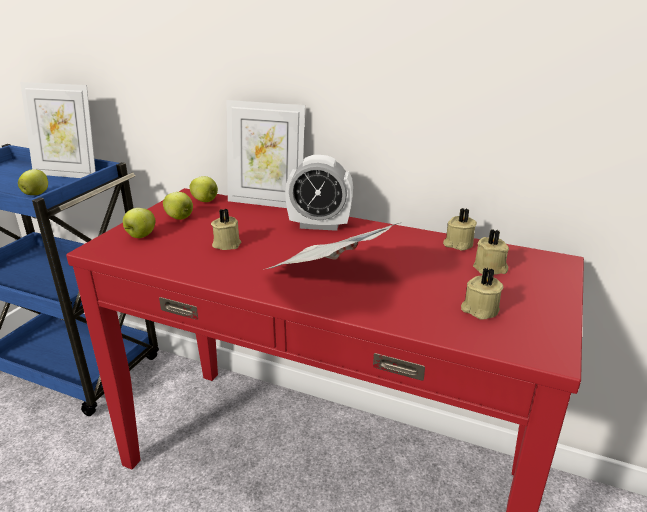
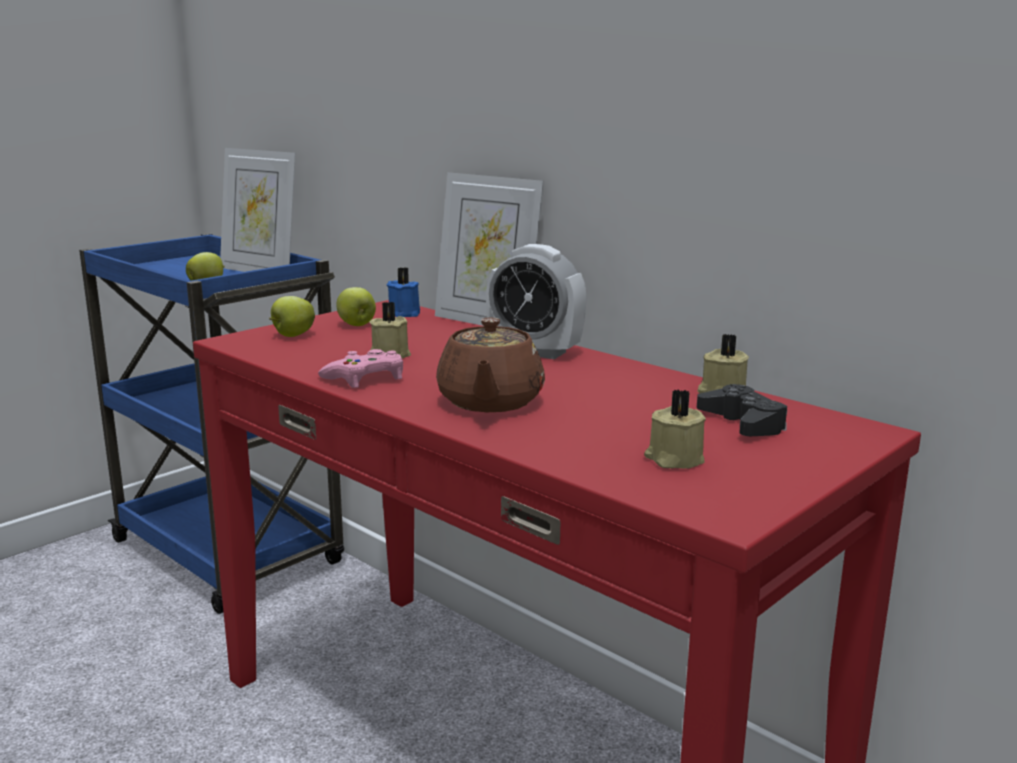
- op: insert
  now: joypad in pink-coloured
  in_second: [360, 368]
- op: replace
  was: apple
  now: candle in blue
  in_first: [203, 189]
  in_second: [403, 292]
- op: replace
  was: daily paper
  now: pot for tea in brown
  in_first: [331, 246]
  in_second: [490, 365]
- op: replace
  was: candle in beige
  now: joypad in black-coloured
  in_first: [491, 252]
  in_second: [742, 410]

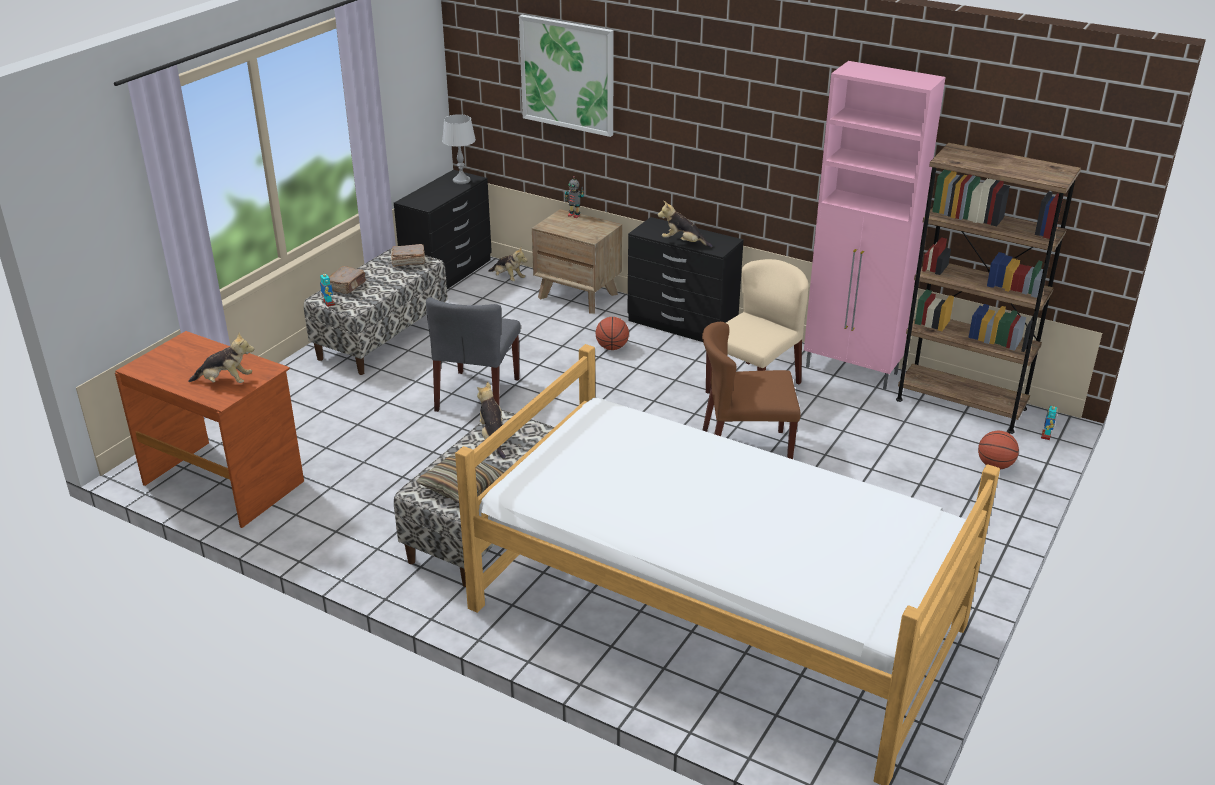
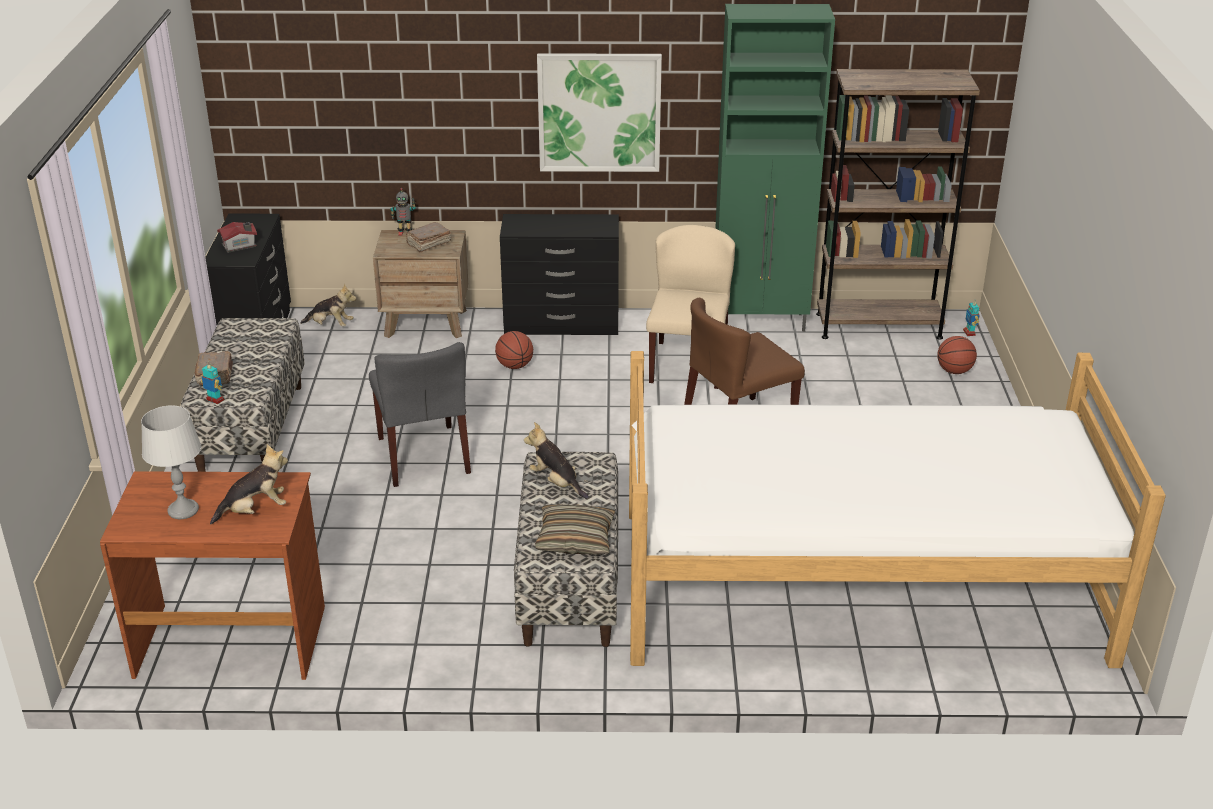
- op: move
  was: lamp for a table in gray
  in_first: [459, 149]
  in_second: [171, 462]
- op: insert
  now: miniature house
  in_second: [237, 237]
- op: move
  was: book in brown
  in_first: [408, 255]
  in_second: [428, 237]
- op: move
  was: wall picture
  in_first: [566, 76]
  in_second: [599, 112]
- op: recolor
  was: cupboard in pink-coloured
  now: cupboard in green-coloured
  in_first: [875, 225]
  in_second: [775, 168]
- op: delete
  was: plush toy
  in_first: [685, 224]

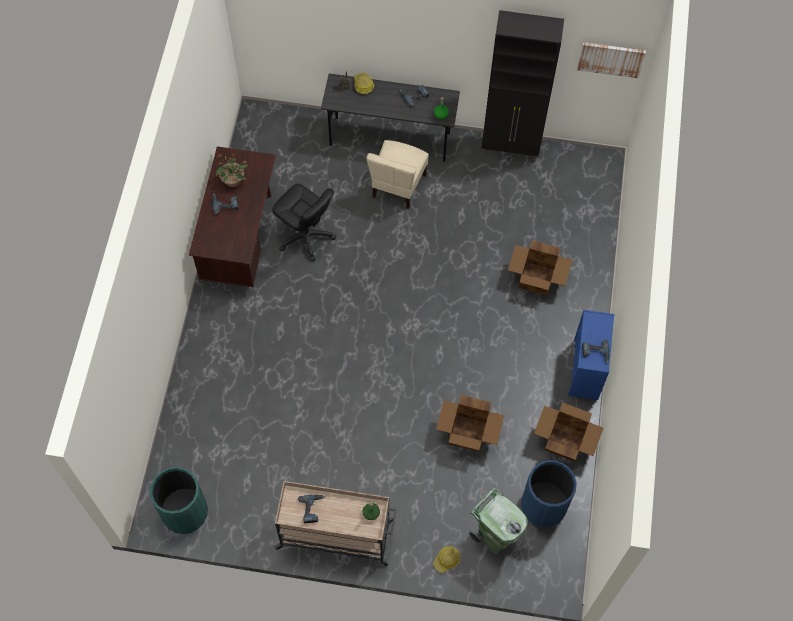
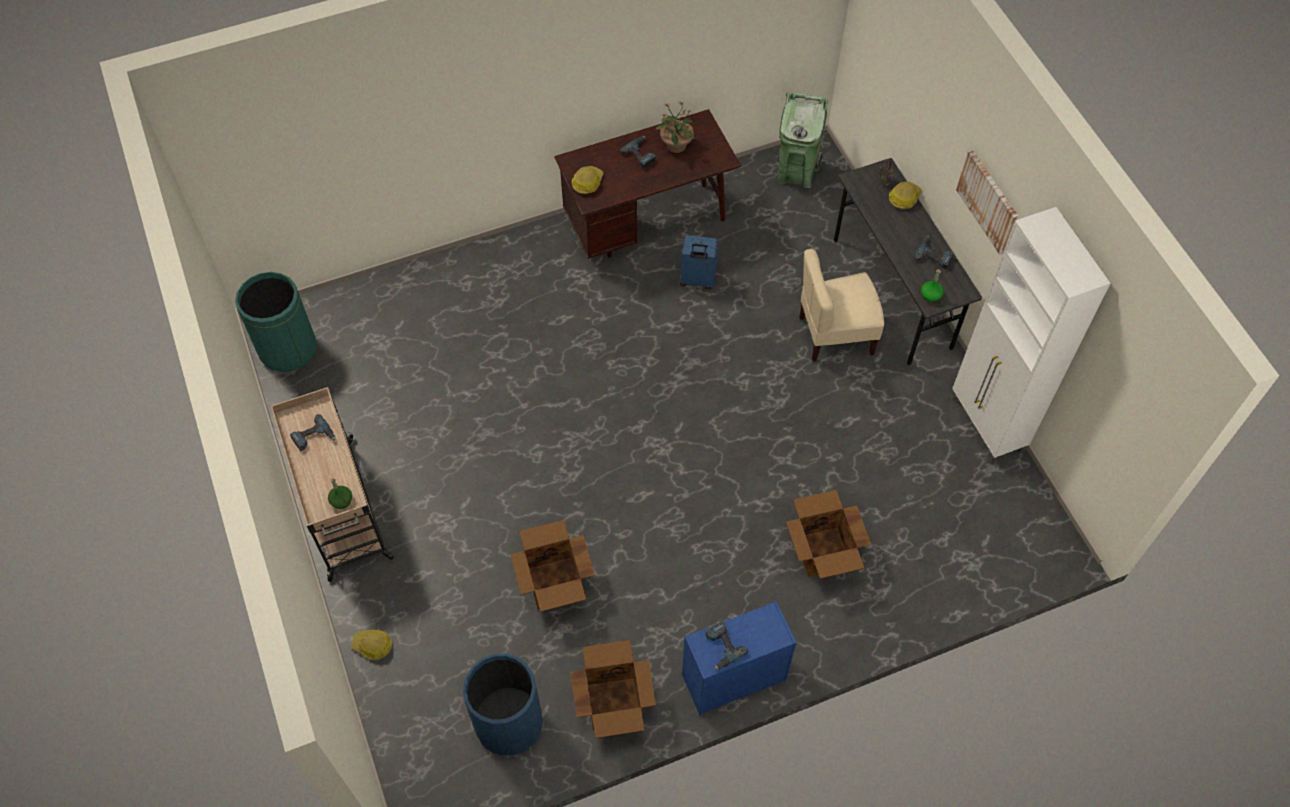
- op: insert
  now: safety helmet
  in_second: [587, 180]
- op: replace
  was: office chair in black-coloured
  now: suitcase in blue
  in_first: [304, 223]
  in_second: [699, 262]
- op: move
  was: waste bin in green-coloured
  in_first: [498, 521]
  in_second: [802, 141]
- op: recolor
  was: cupboard in black-coloured
  now: cupboard in whitish
  in_first: [522, 86]
  in_second: [1031, 335]
- op: move
  was: wall picture
  in_first: [611, 60]
  in_second: [987, 202]

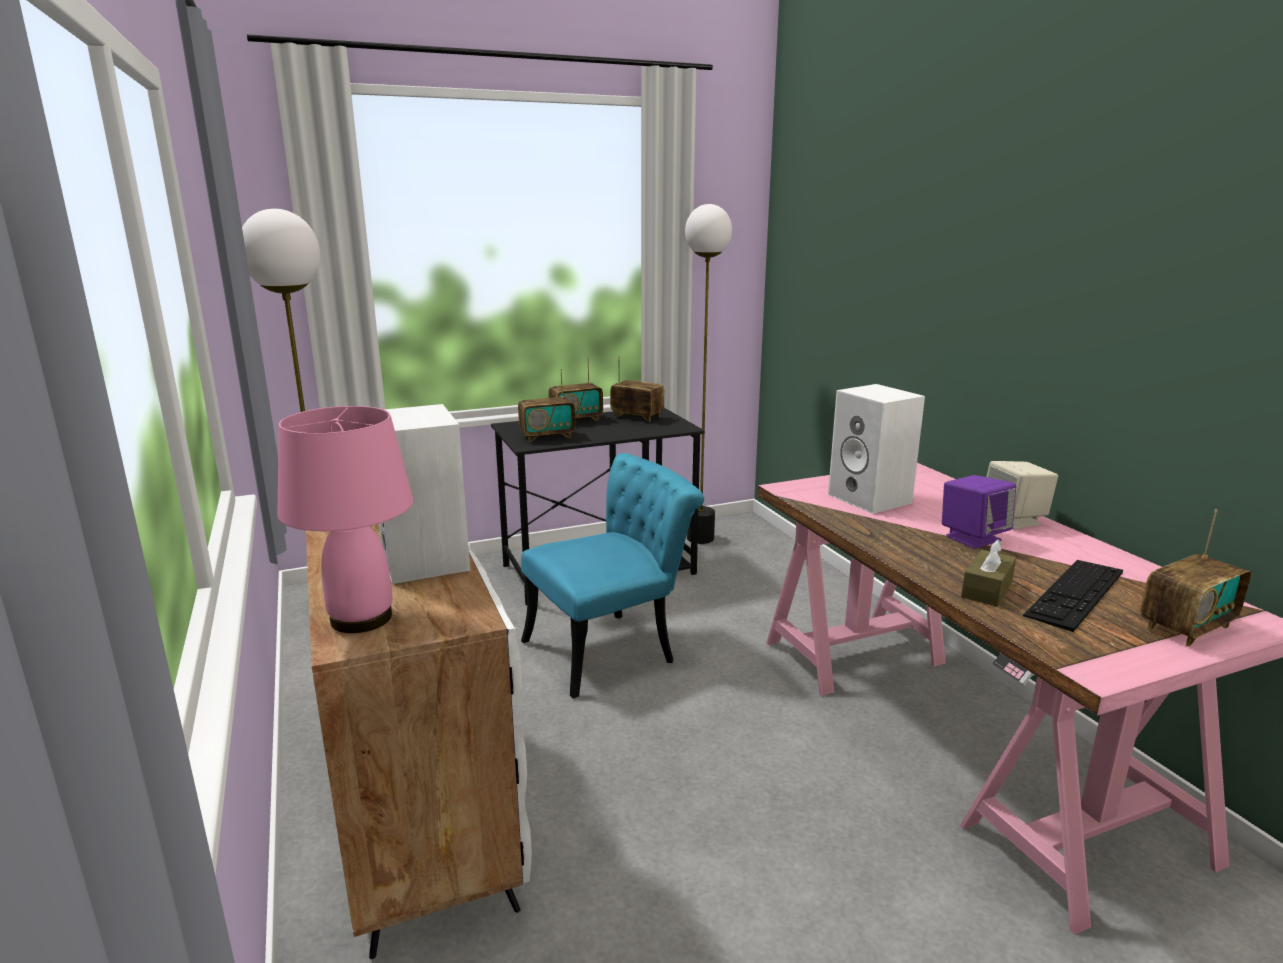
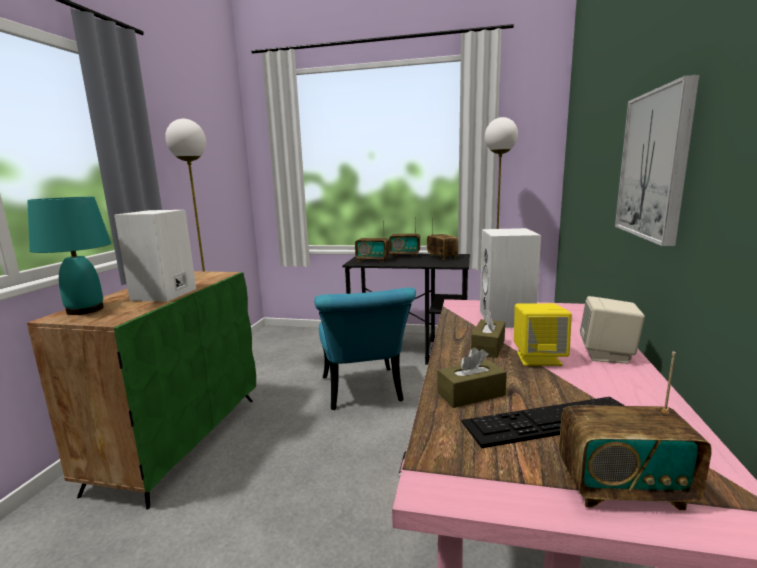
- op: recolor
  was: lamp for a table in pink-coloured
  now: lamp for a table in turquoise
  in_first: [345, 519]
  in_second: [69, 256]
- op: recolor
  was: cupboard in whitish
  now: cupboard in green-coloured
  in_first: [419, 741]
  in_second: [141, 390]
- op: rotate
  was: upright chair in turquoise
  in_first: [612, 575]
  in_second: [365, 348]
  clockwise: 75
- op: insert
  now: tissue holder in brown
  in_second: [488, 333]
- op: recolor
  was: speaker in purplish
  now: speaker in yellow
  in_first: [979, 512]
  in_second: [543, 334]
- op: insert
  now: wall picture
  in_second: [657, 160]

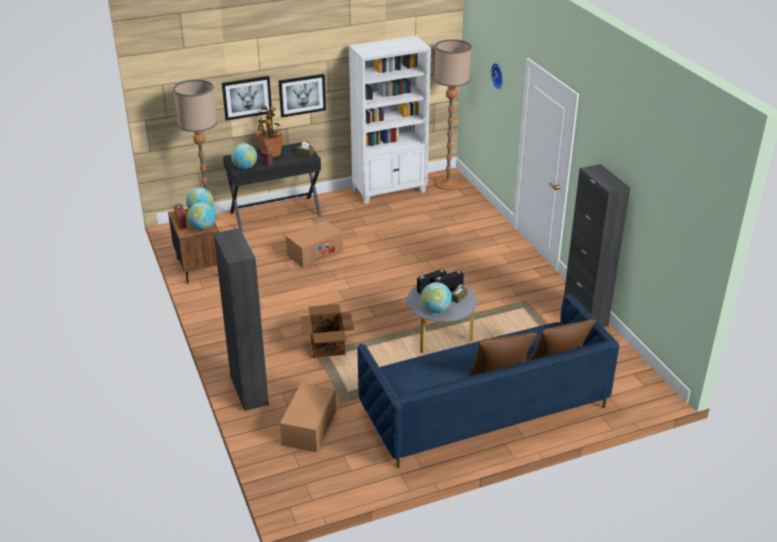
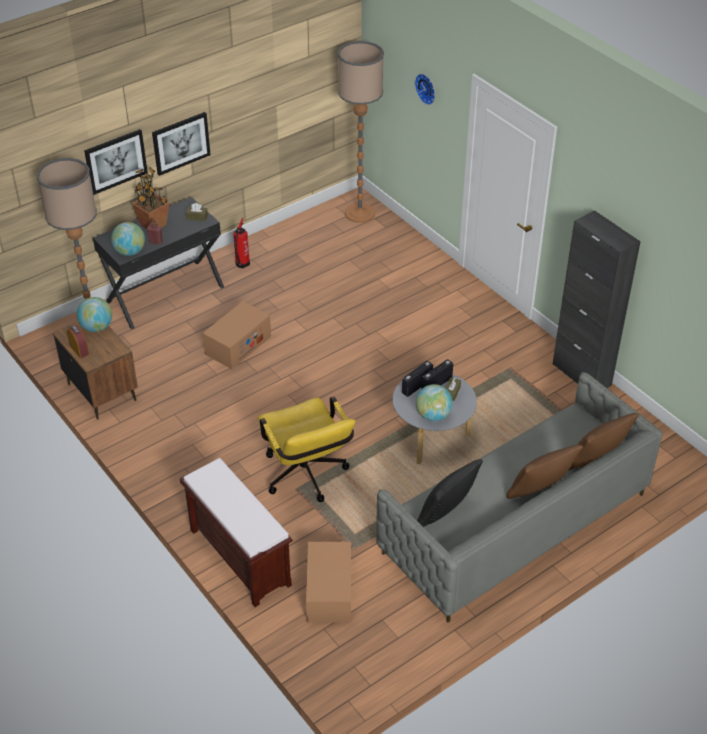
- op: replace
  was: cupboard in black-coloured
  now: bench in brown
  in_first: [241, 319]
  in_second: [236, 532]
- op: insert
  now: fire-fighting cylinder
  in_second: [241, 243]
- op: replace
  was: packing box
  now: office chair in yellow
  in_first: [327, 331]
  in_second: [307, 449]
- op: recolor
  was: settee in blue
  now: settee in gray
  in_first: [488, 380]
  in_second: [519, 497]
- op: insert
  now: throw pillow in black-coloured
  in_second: [450, 493]
- op: delete
  was: globe
  in_first: [201, 216]
- op: delete
  was: shelving unit in whitish
  in_first: [390, 120]

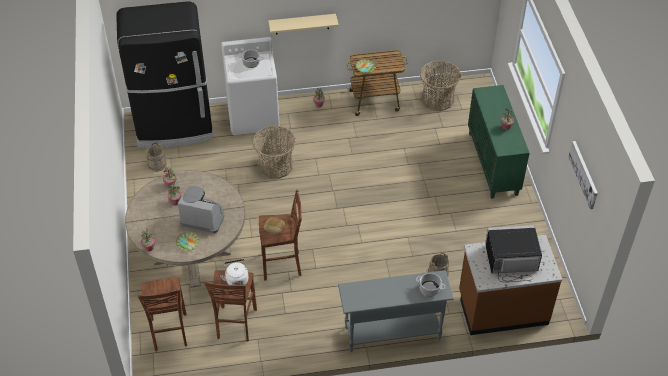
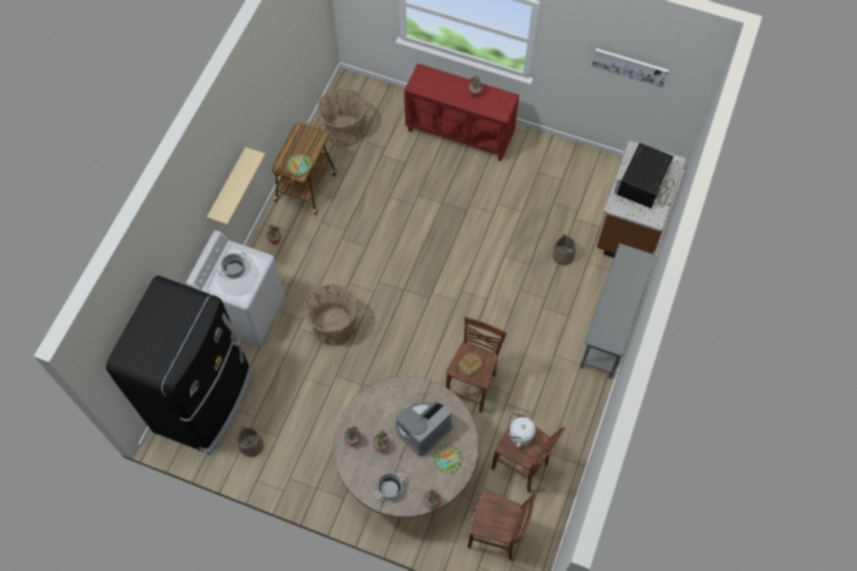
- op: move
  was: stockpot
  in_first: [431, 284]
  in_second: [389, 486]
- op: recolor
  was: cupboard in green-coloured
  now: cupboard in red
  in_first: [499, 142]
  in_second: [461, 112]

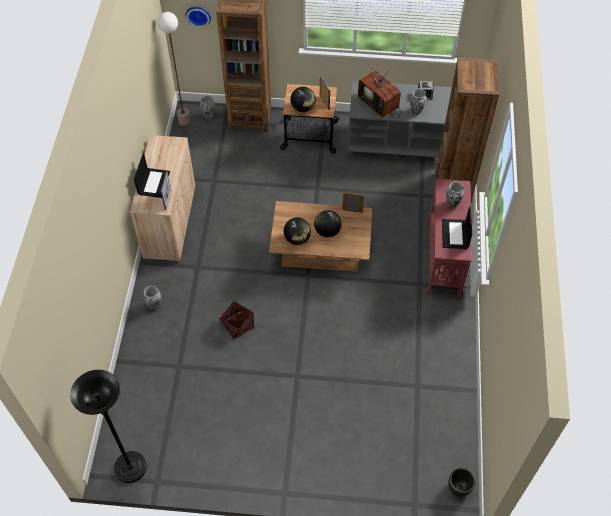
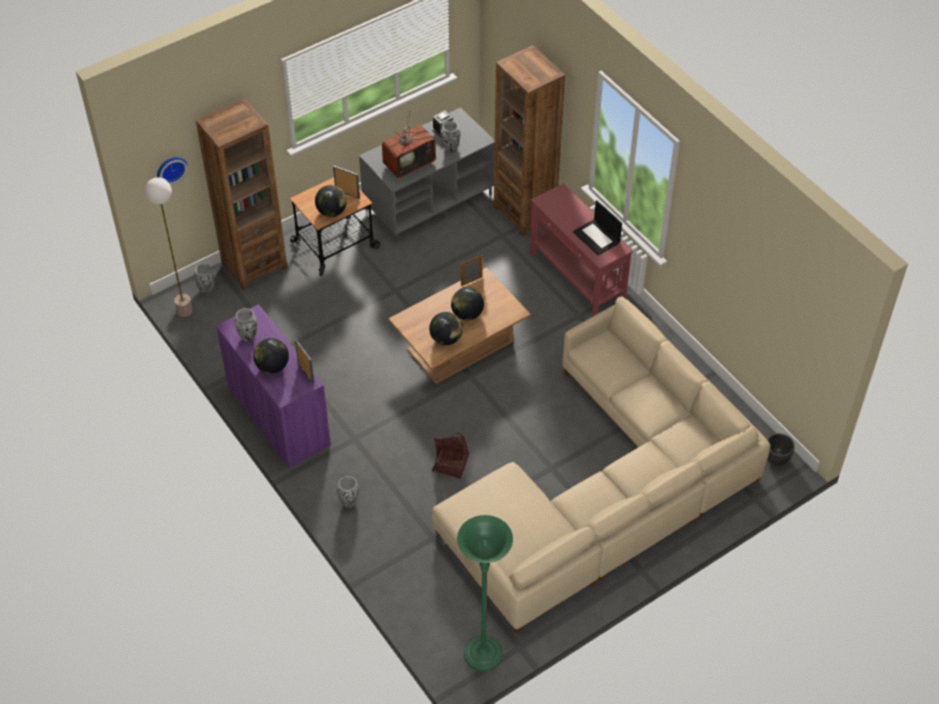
- op: recolor
  was: cupboard in beige
  now: cupboard in purplish
  in_first: [162, 198]
  in_second: [273, 386]
- op: move
  was: decorative vase
  in_first: [455, 194]
  in_second: [246, 325]
- op: replace
  was: laptop
  now: globe
  in_first: [152, 175]
  in_second: [271, 356]
- op: rotate
  was: television
  in_first: [379, 90]
  in_second: [409, 145]
  clockwise: -45
- op: insert
  now: settee in beige
  in_second: [601, 464]
- op: recolor
  was: standard lamp in black-coloured
  now: standard lamp in green-coloured
  in_first: [108, 426]
  in_second: [485, 593]

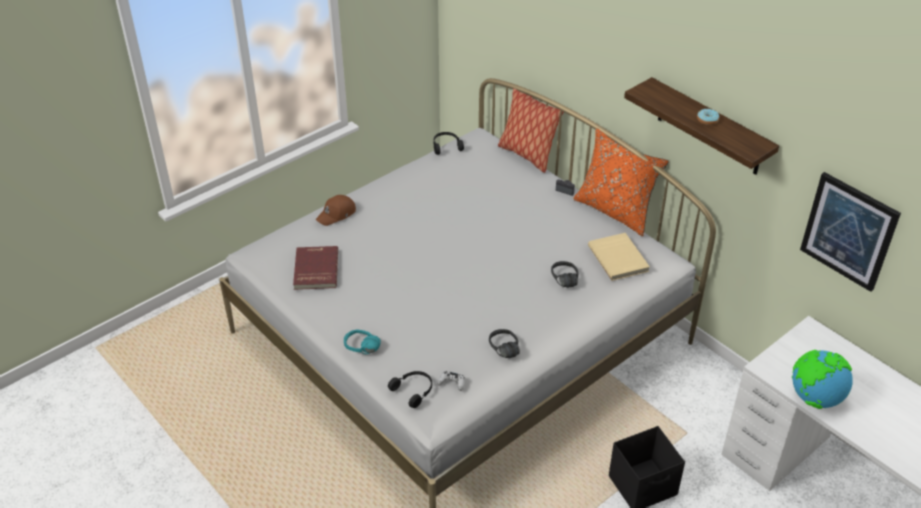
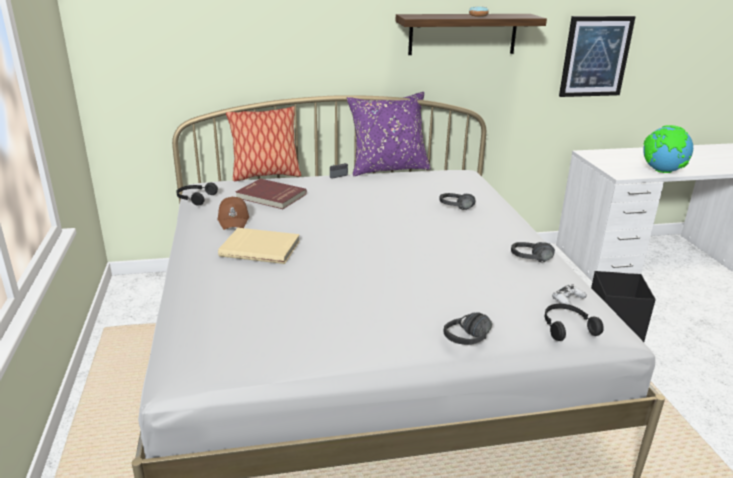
- op: move
  was: baseball cap in brown
  in_first: [336, 210]
  in_second: [233, 213]
- op: move
  was: book in beige
  in_first: [619, 257]
  in_second: [259, 246]
- op: move
  was: book in red
  in_first: [315, 268]
  in_second: [271, 194]
- op: recolor
  was: throw pillow in orangey
  now: throw pillow in purplish
  in_first: [621, 182]
  in_second: [389, 134]
- op: recolor
  was: headset in turquoise
  now: headset in black-coloured
  in_first: [362, 342]
  in_second: [468, 328]

